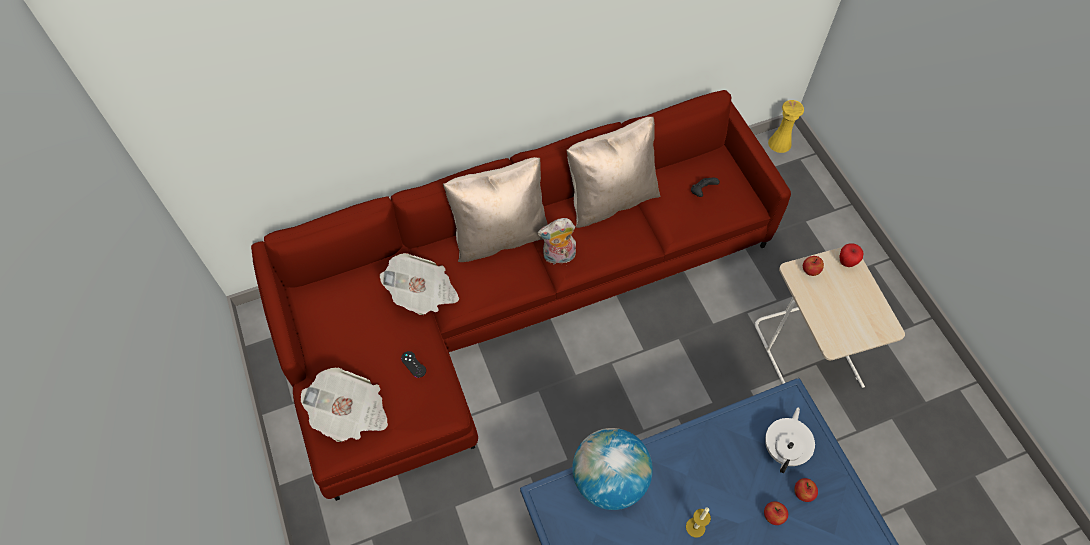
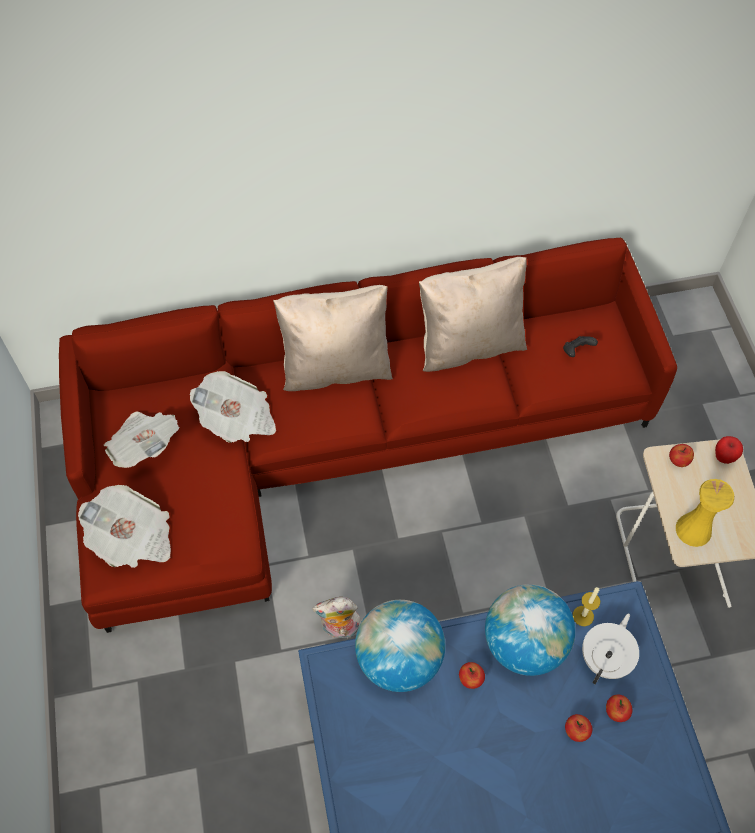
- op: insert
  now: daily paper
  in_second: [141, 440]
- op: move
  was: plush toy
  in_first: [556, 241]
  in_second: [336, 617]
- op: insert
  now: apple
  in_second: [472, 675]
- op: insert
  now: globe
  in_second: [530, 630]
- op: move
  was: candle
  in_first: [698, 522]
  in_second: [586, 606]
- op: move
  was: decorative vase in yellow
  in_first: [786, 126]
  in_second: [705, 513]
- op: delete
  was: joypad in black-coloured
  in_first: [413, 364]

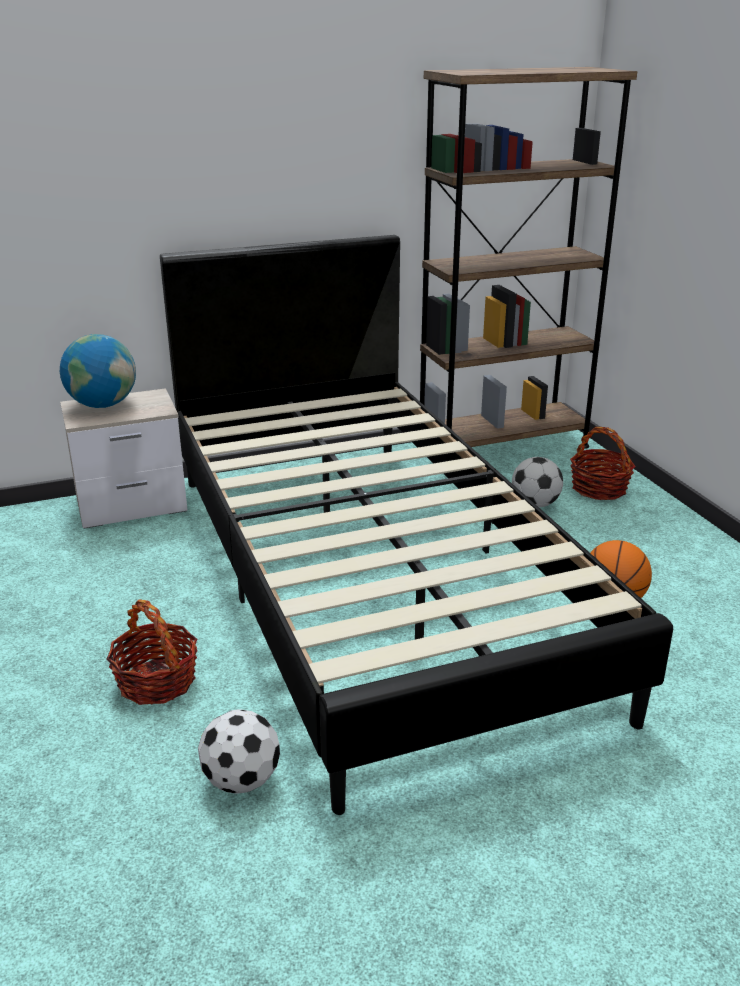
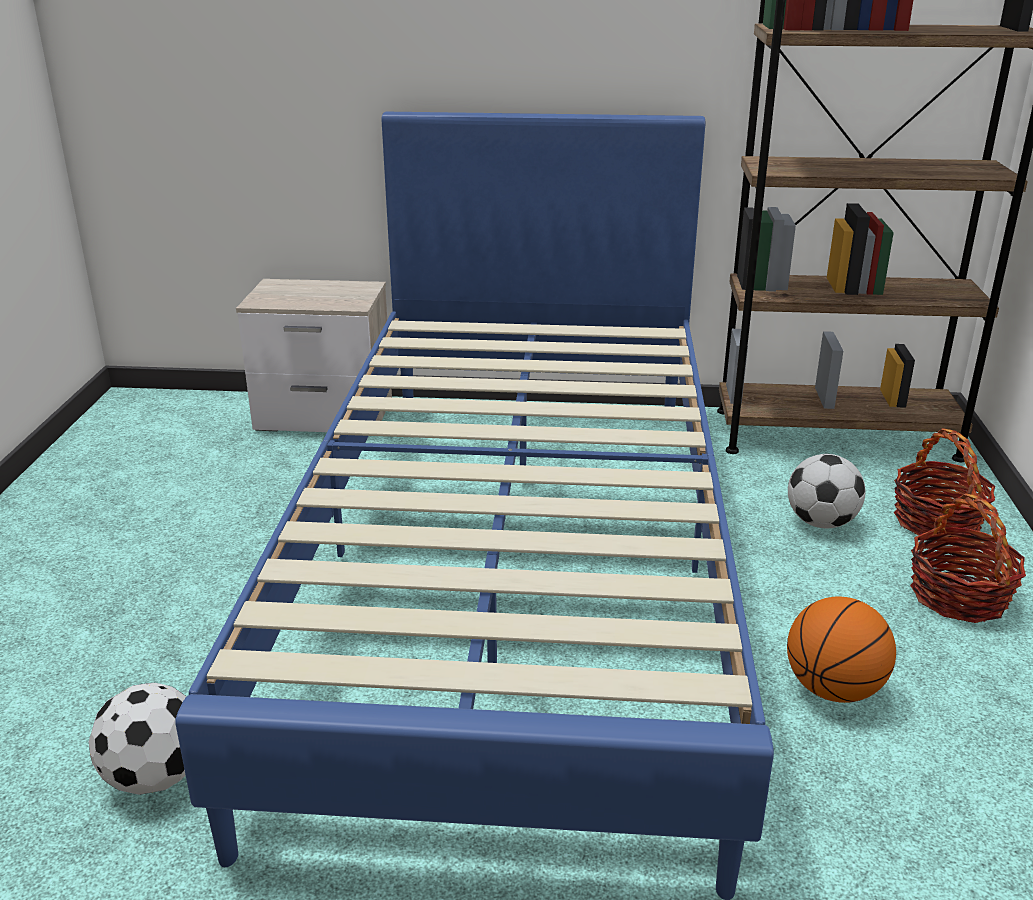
- op: recolor
  was: bedroom bed in black-coloured
  now: bedroom bed in blue
  in_first: [416, 525]
  in_second: [475, 506]
- op: move
  was: storage basket
  in_first: [152, 652]
  in_second: [968, 558]
- op: delete
  was: globe
  in_first: [98, 371]

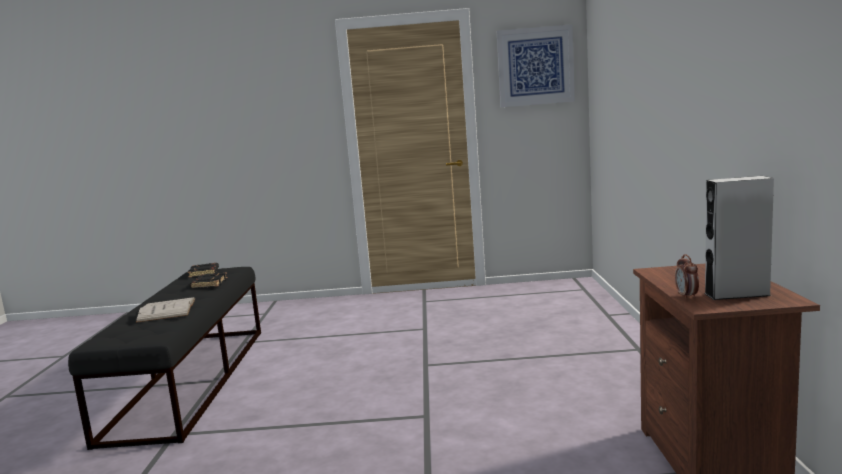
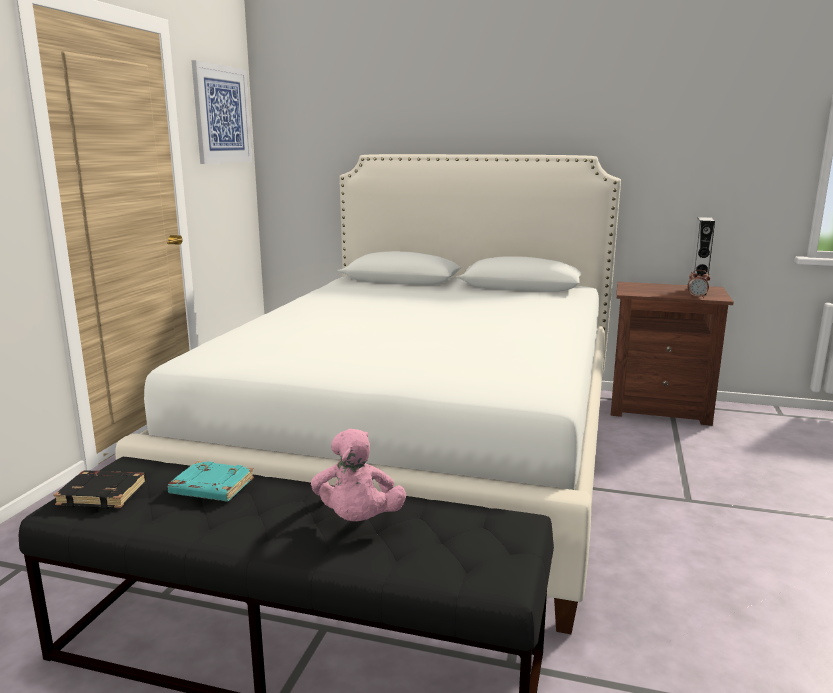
- op: insert
  now: bedroom bed in whitish
  in_second: [368, 394]
- op: recolor
  was: book in black-coloured
  now: book in turquoise
  in_first: [209, 280]
  in_second: [210, 481]
- op: replace
  was: book in whitish
  now: plush toy in pink-coloured
  in_first: [165, 310]
  in_second: [358, 475]

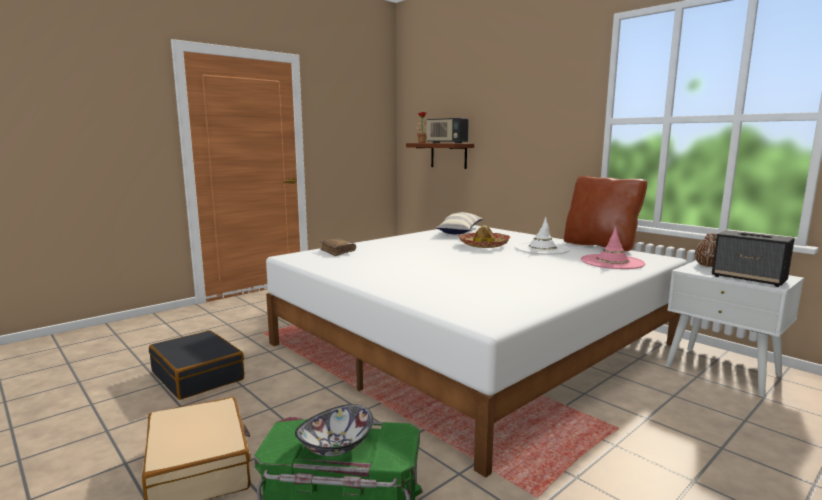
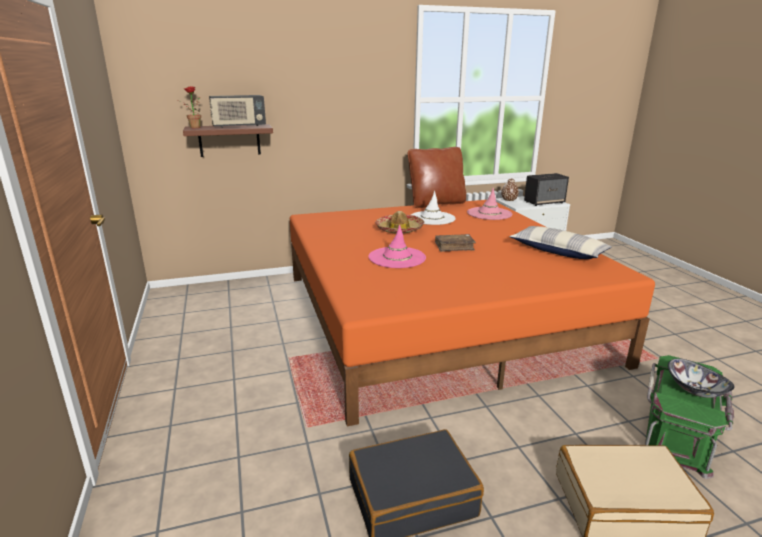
- op: recolor
  was: bedroom bed in whitish
  now: bedroom bed in orangey
  in_first: [476, 351]
  in_second: [472, 313]
- op: insert
  now: clothing hat in pink-coloured
  in_second: [397, 246]
- op: move
  was: book in brown
  in_first: [337, 247]
  in_second: [455, 243]
- op: move
  was: throw pillow
  in_first: [459, 223]
  in_second: [560, 242]

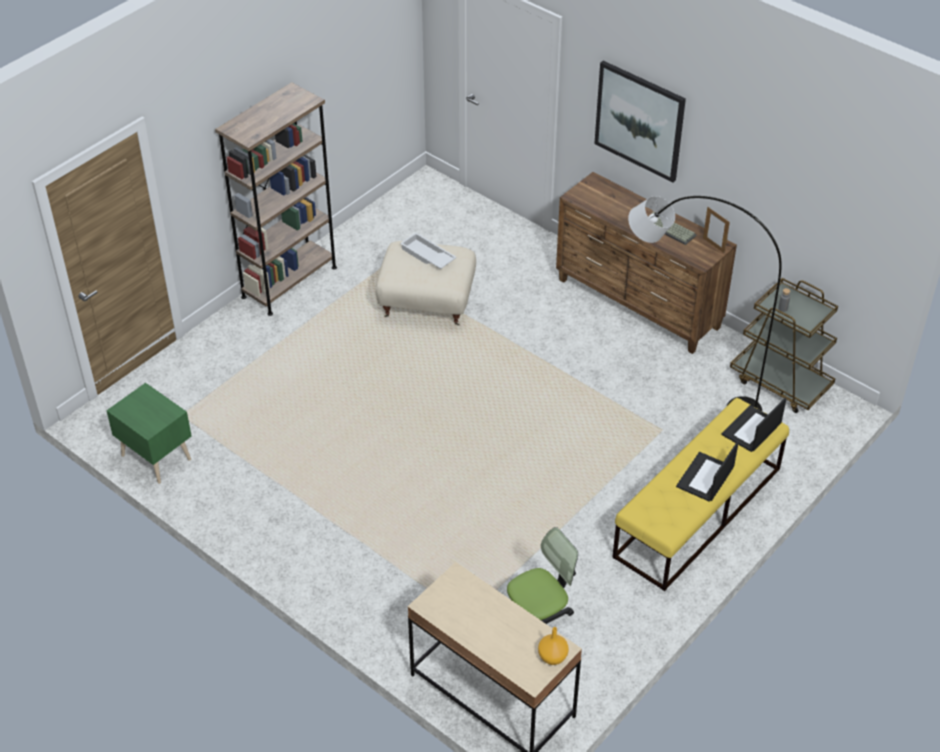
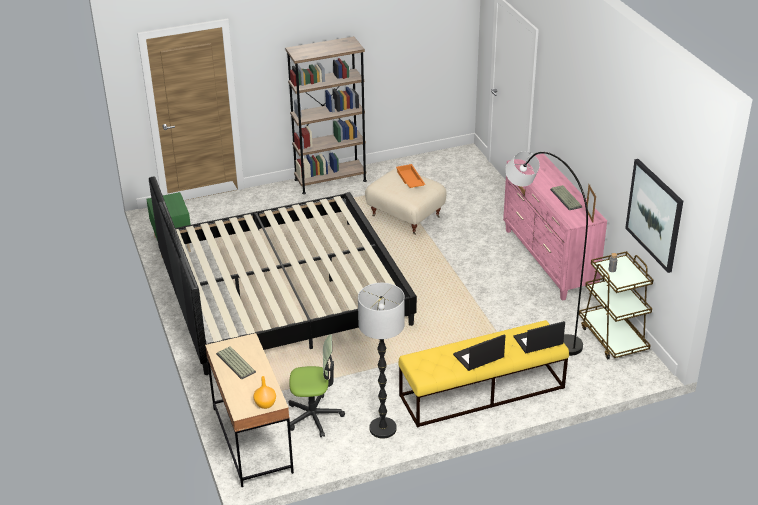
- op: insert
  now: bedroom bed
  in_second: [283, 276]
- op: insert
  now: computer keyboard
  in_second: [236, 363]
- op: insert
  now: standard lamp
  in_second: [381, 361]
- op: recolor
  was: carrying tray in whitish
  now: carrying tray in orangey
  in_first: [428, 251]
  in_second: [410, 176]
- op: recolor
  was: drawer chest in brown
  now: drawer chest in pink-coloured
  in_first: [646, 263]
  in_second: [555, 227]
- op: move
  was: wall picture
  in_first: [640, 122]
  in_second: [654, 216]

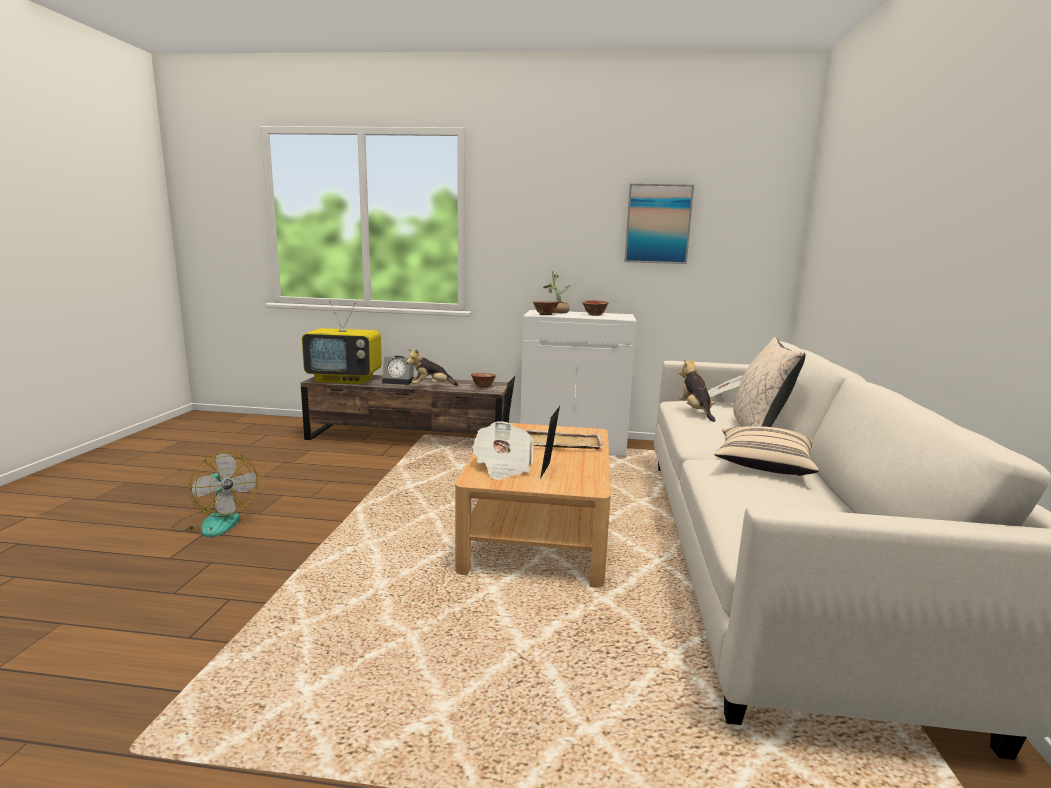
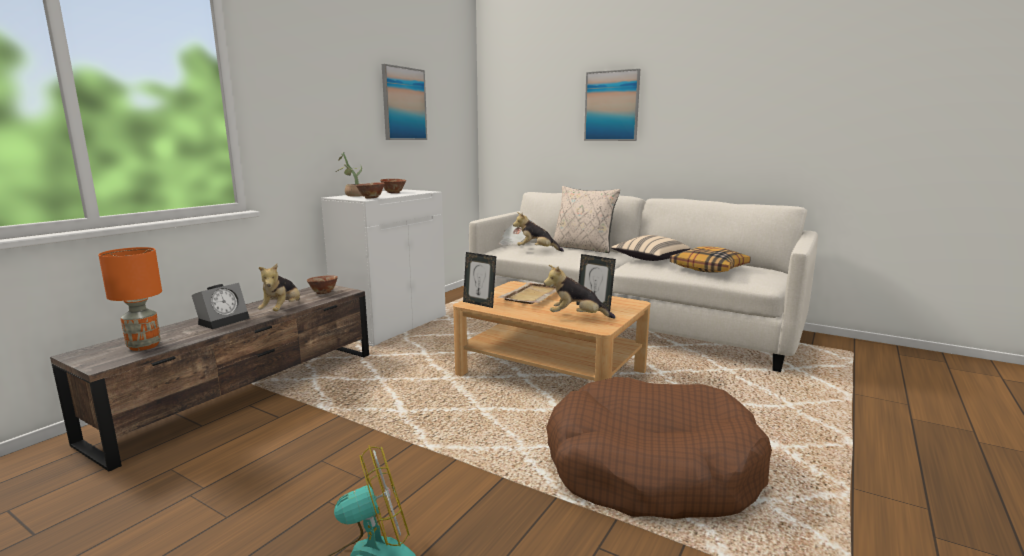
- op: replace
  was: television
  now: lamp for a table in orangey
  in_first: [342, 342]
  in_second: [130, 299]
- op: replace
  was: daily paper
  now: plush toy
  in_first: [503, 450]
  in_second: [579, 292]
- op: insert
  now: dog cushion in brown
  in_second: [659, 448]
- op: insert
  now: wall picture
  in_second: [612, 105]
- op: insert
  now: throw pillow
  in_second: [710, 260]

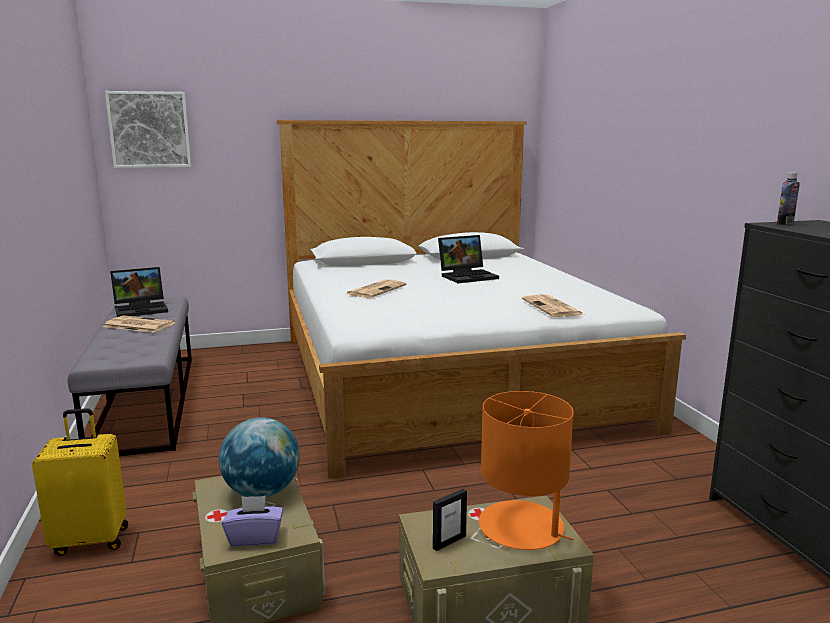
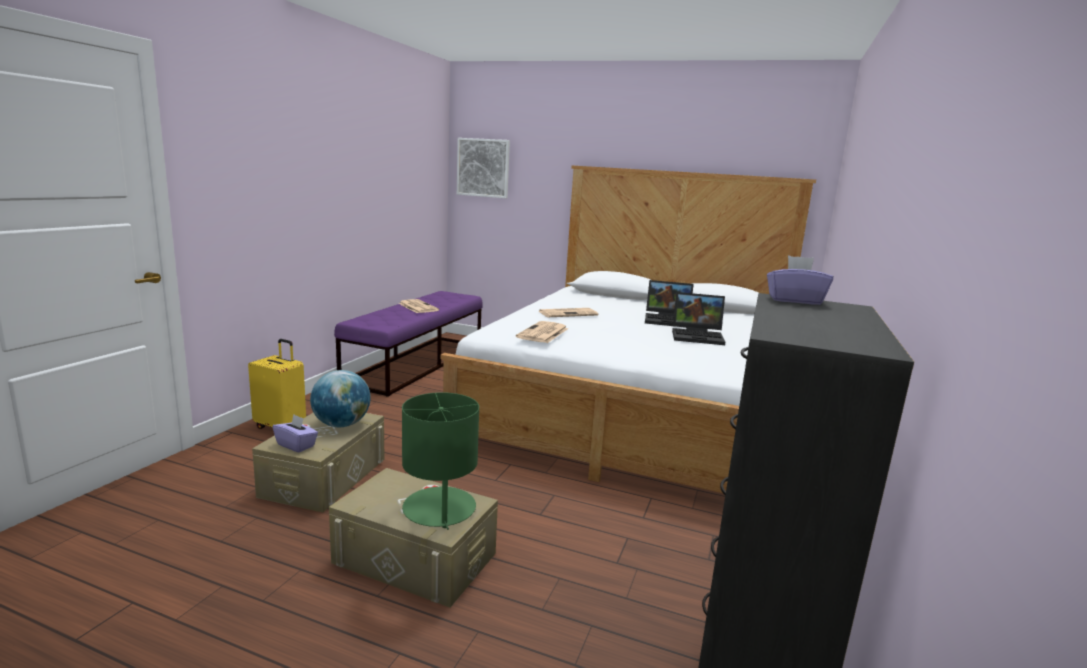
- op: recolor
  was: bench in gray
  now: bench in purplish
  in_first: [130, 376]
  in_second: [408, 344]
- op: recolor
  was: lamp for a table in orangey
  now: lamp for a table in green-coloured
  in_first: [526, 470]
  in_second: [440, 461]
- op: move
  was: daily paper
  in_first: [553, 306]
  in_second: [542, 332]
- op: move
  was: laptop
  in_first: [139, 292]
  in_second: [698, 318]
- op: replace
  was: drink bottle
  now: tissue holder in purplish
  in_first: [788, 199]
  in_second: [800, 280]
- op: delete
  was: photo frame
  in_first: [450, 520]

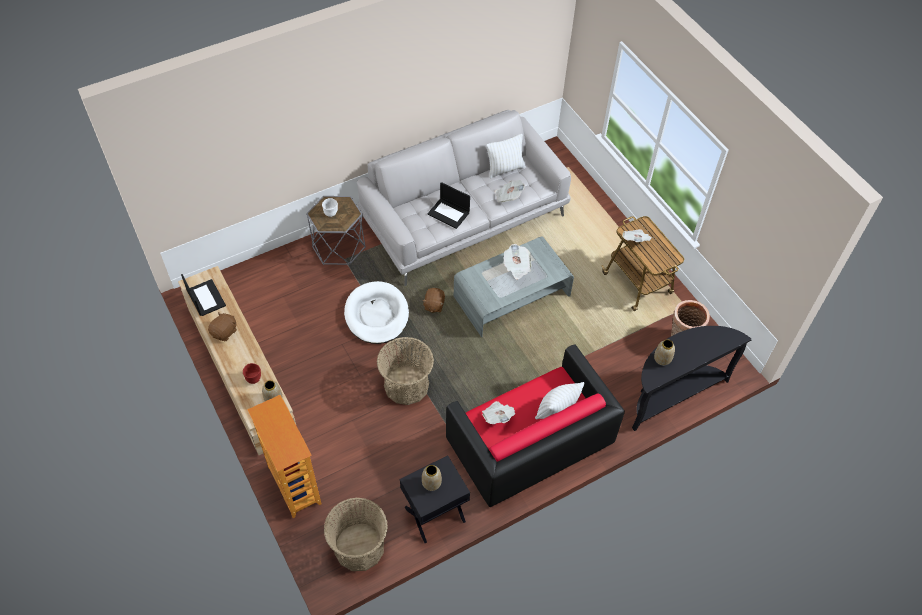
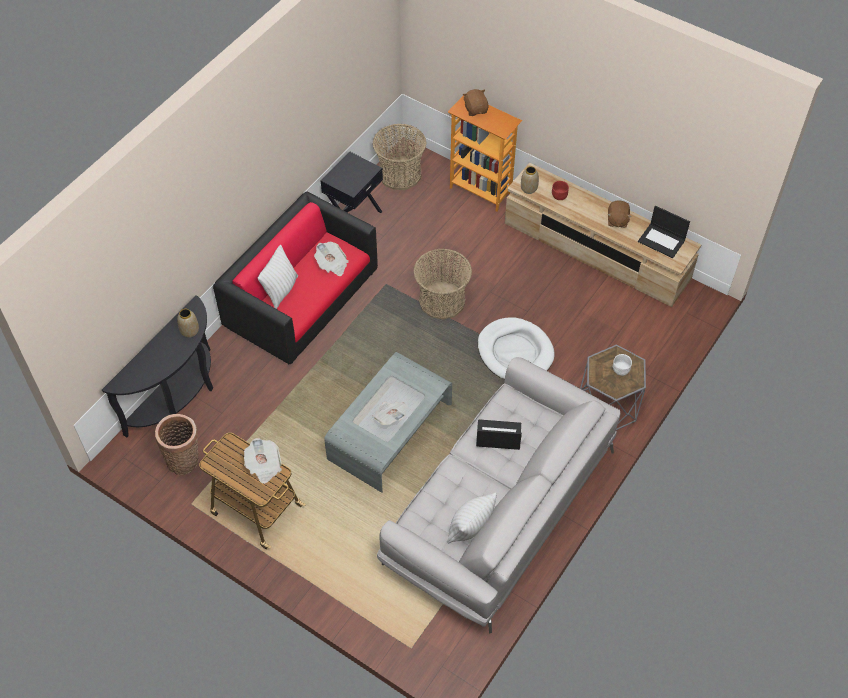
- op: move
  was: plush toy in brown
  in_first: [433, 300]
  in_second: [476, 102]
- op: delete
  was: decorative vase
  in_first: [432, 478]
- op: delete
  was: daily paper
  in_first: [510, 191]

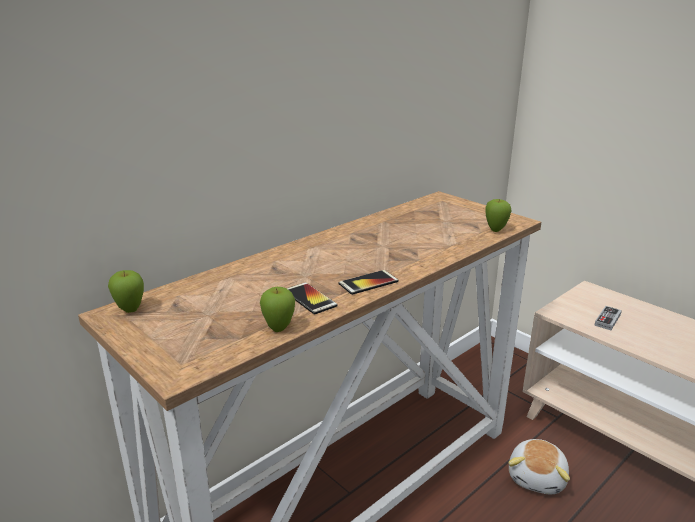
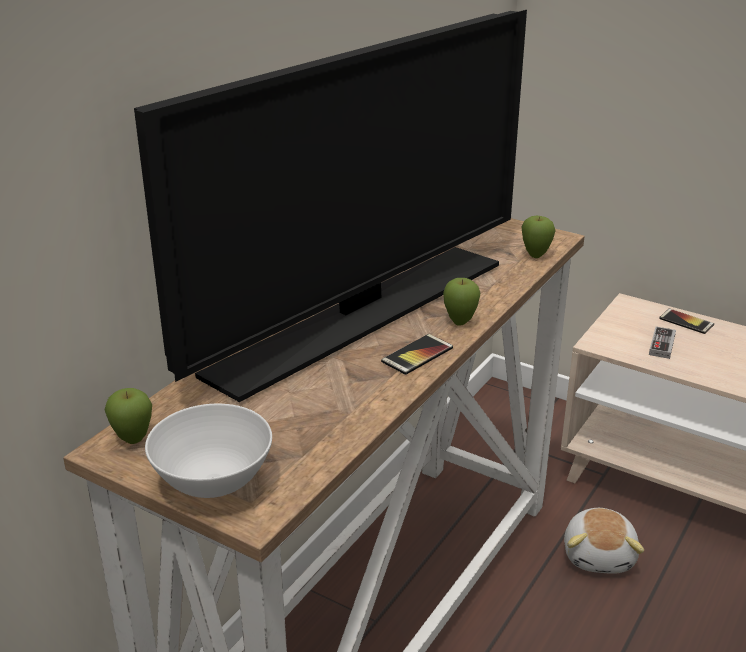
- op: insert
  now: television
  in_second: [330, 206]
- op: insert
  now: deep dish in whitish
  in_second: [208, 451]
- op: move
  was: apple
  in_first: [277, 309]
  in_second: [461, 302]
- op: move
  was: telephone
  in_first: [312, 298]
  in_second: [686, 321]

